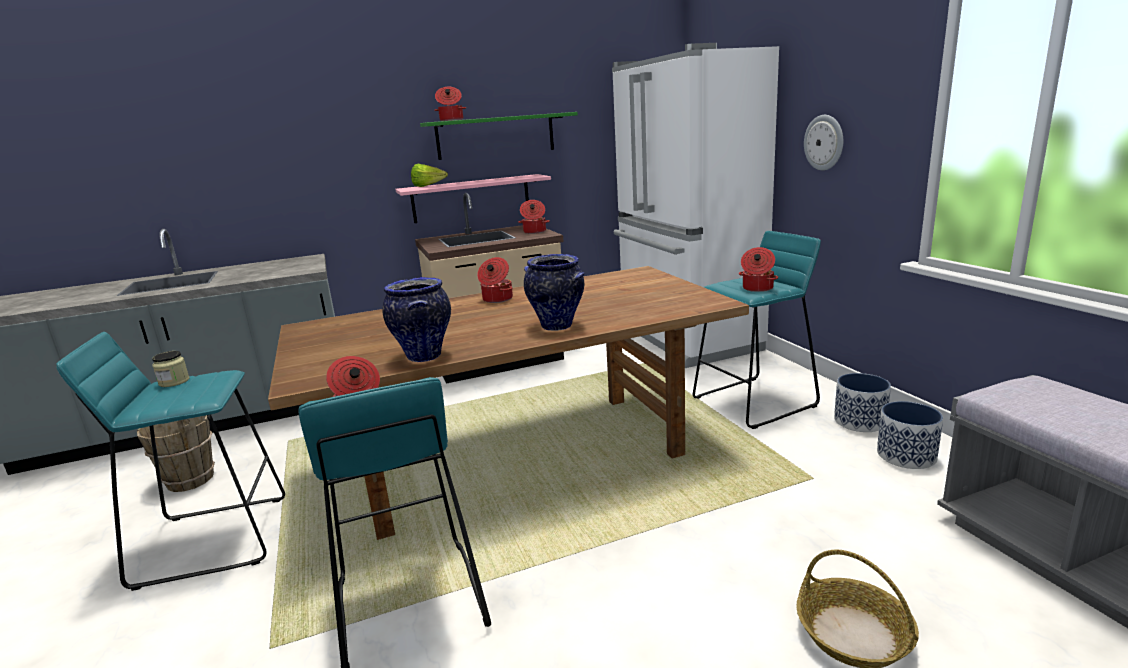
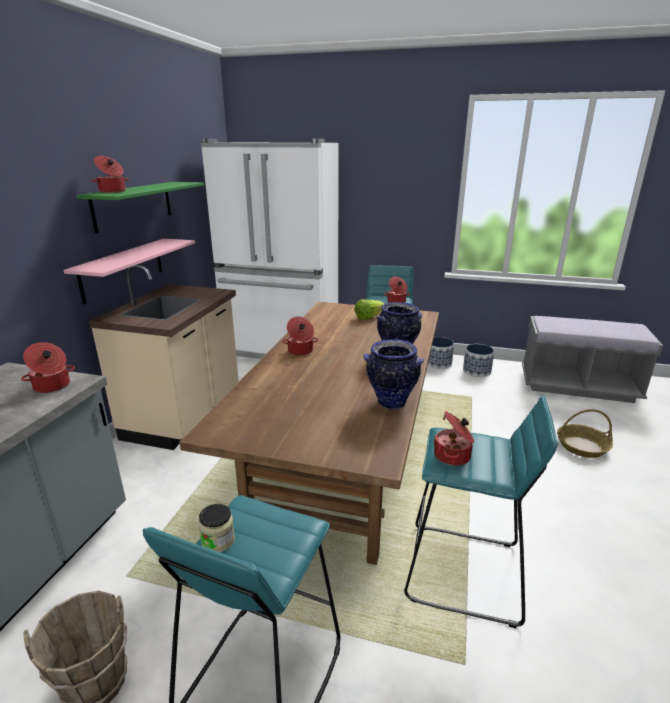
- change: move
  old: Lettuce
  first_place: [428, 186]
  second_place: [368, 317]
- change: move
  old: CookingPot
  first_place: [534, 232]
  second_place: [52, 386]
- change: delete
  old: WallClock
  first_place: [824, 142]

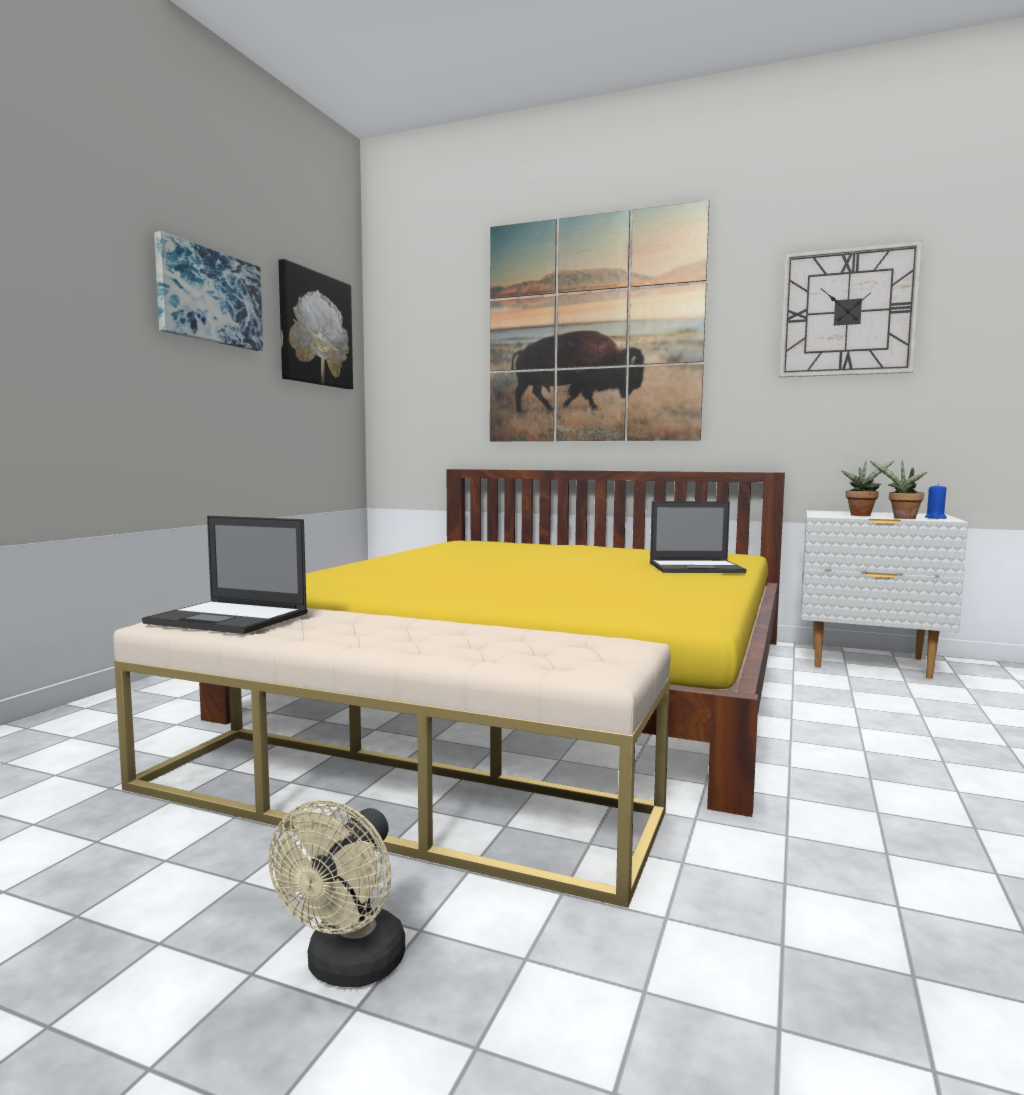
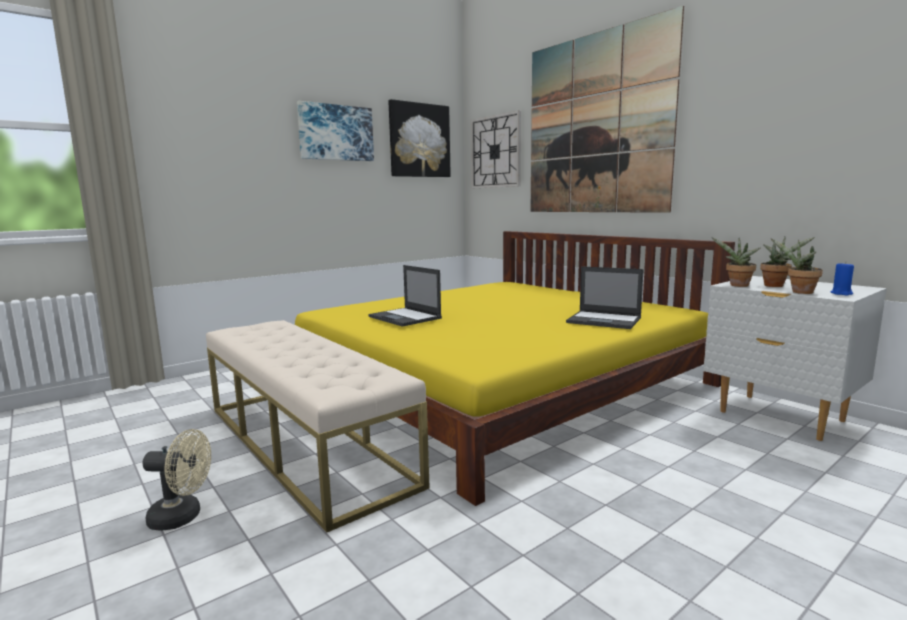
- change: move
  old: Laptop
  first_place: [230, 618]
  second_place: [405, 317]
- change: rotate
  old: BeigeFan
  first_place: [348, 968]
  second_place: [183, 517]
  degrees: -135
- change: move
  old: WallClock
  first_place: [847, 312]
  second_place: [495, 152]
- change: insert
  new: PottedPlant
  second_place: [737, 285]

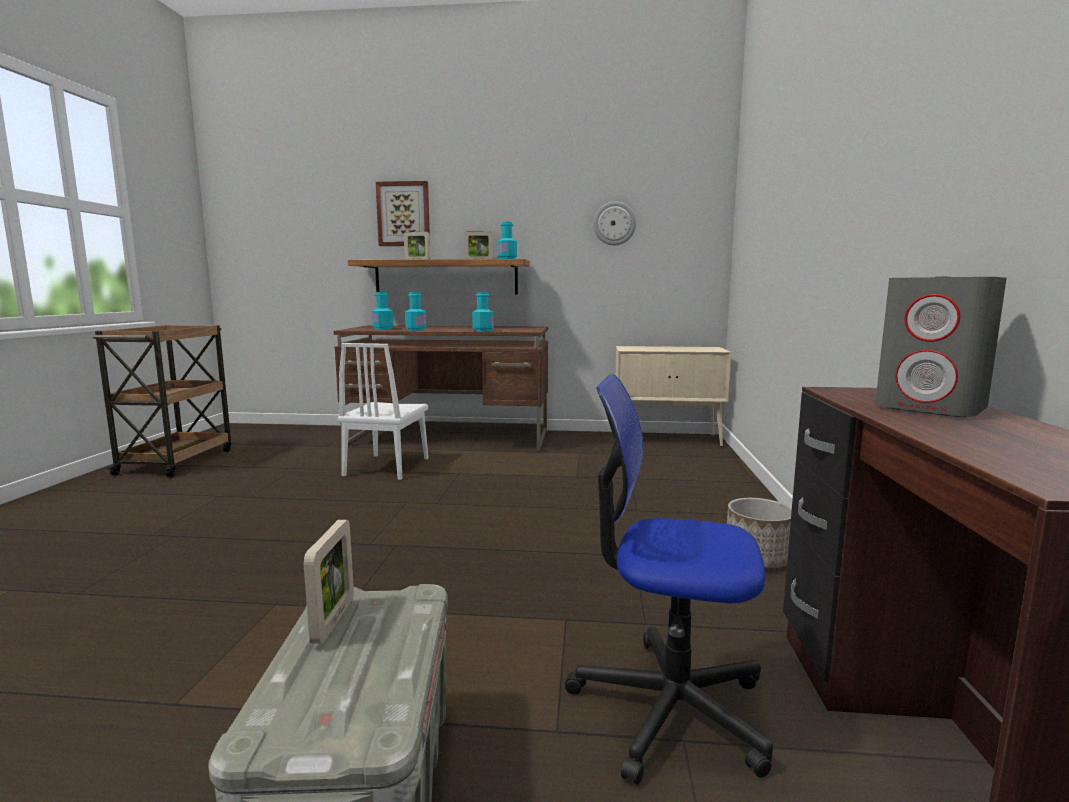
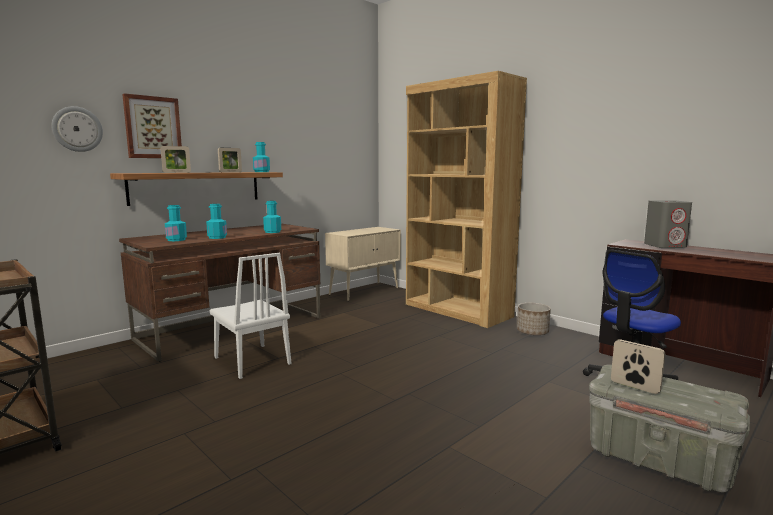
- change: move
  old: WallClock
  first_place: [614, 223]
  second_place: [77, 129]
- change: insert
  new: BrownBookcase
  second_place: [457, 310]

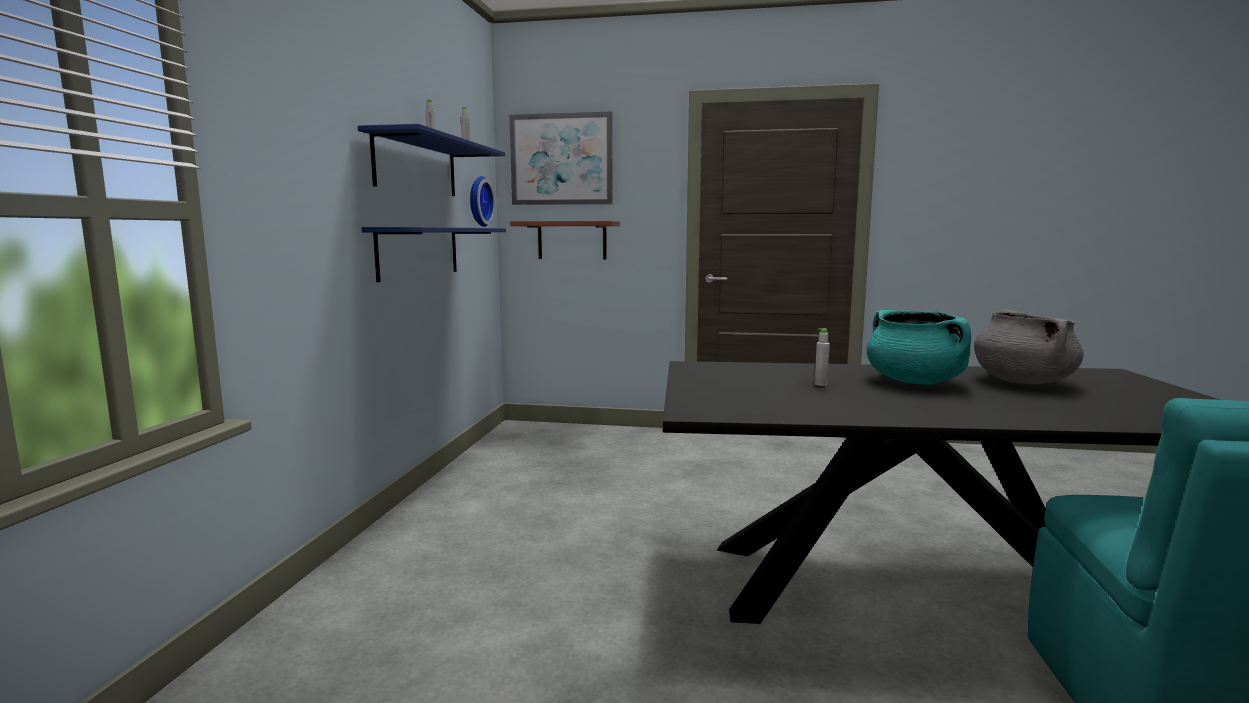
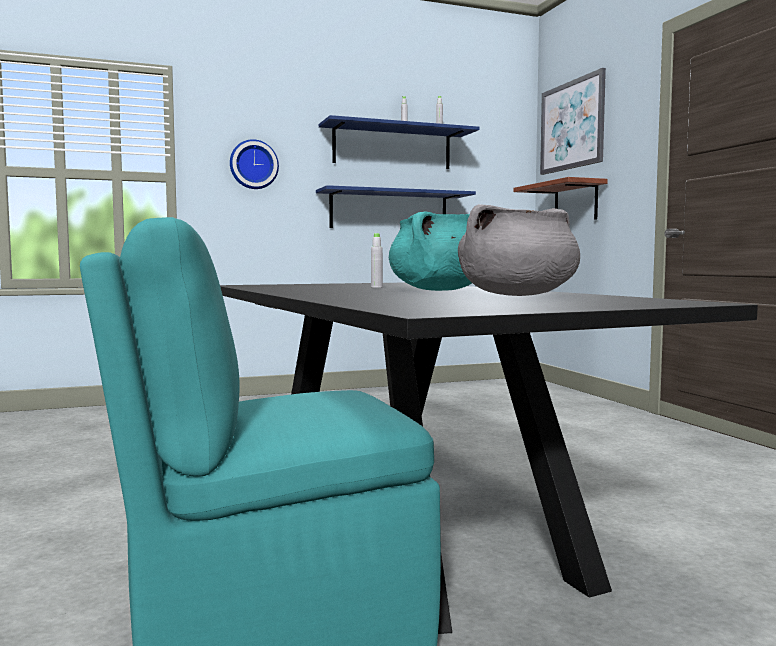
- change: move
  old: WallClock
  first_place: [478, 201]
  second_place: [253, 165]

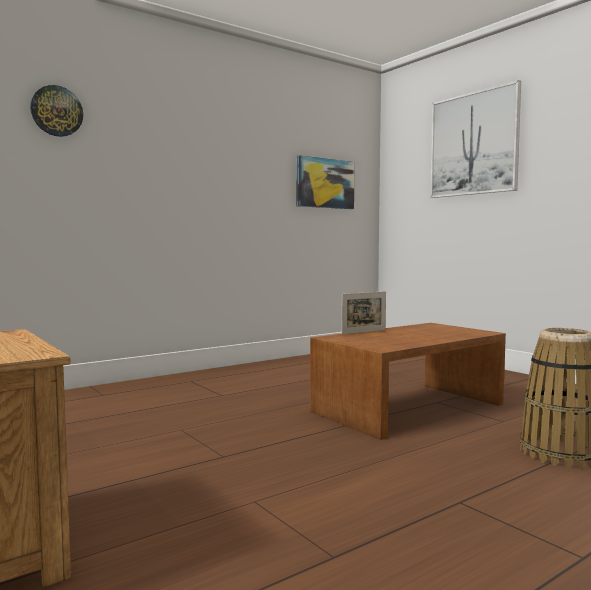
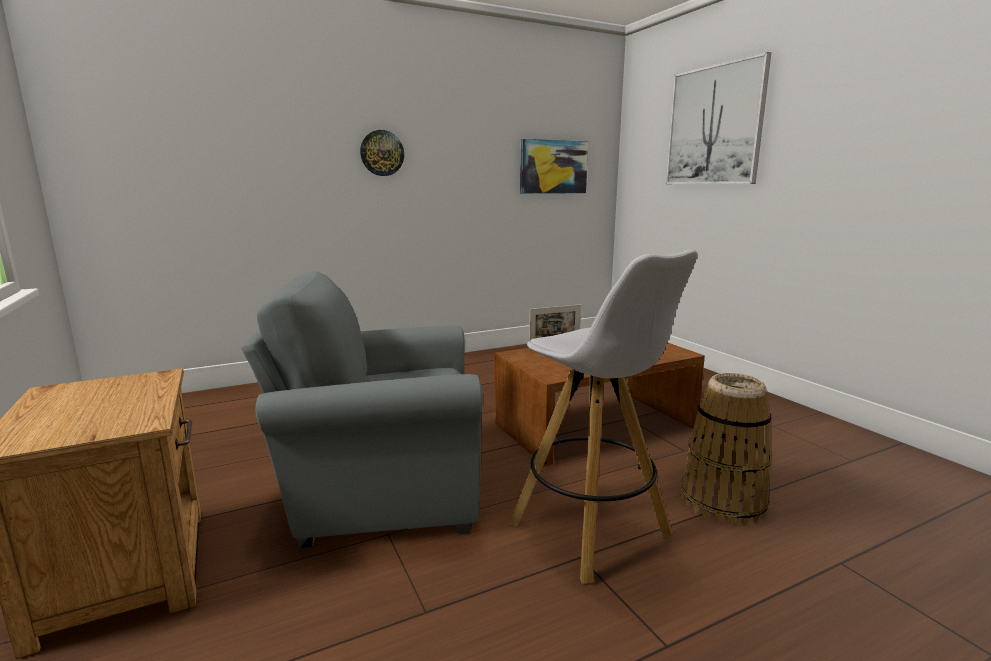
- change: move
  old: WallClock
  first_place: [57, 111]
  second_place: [382, 153]
- change: insert
  new: GreyArmchair
  second_place: [380, 489]
- change: insert
  new: WhiteStool
  second_place: [592, 531]

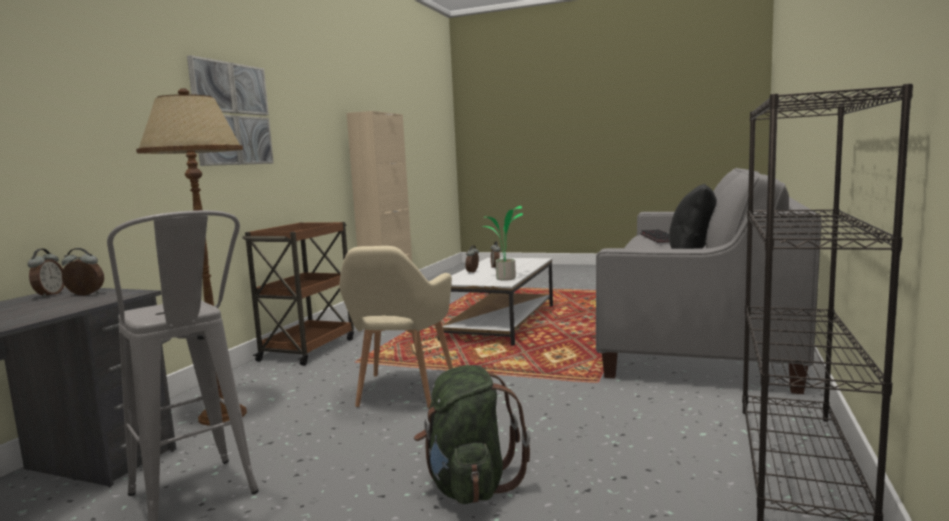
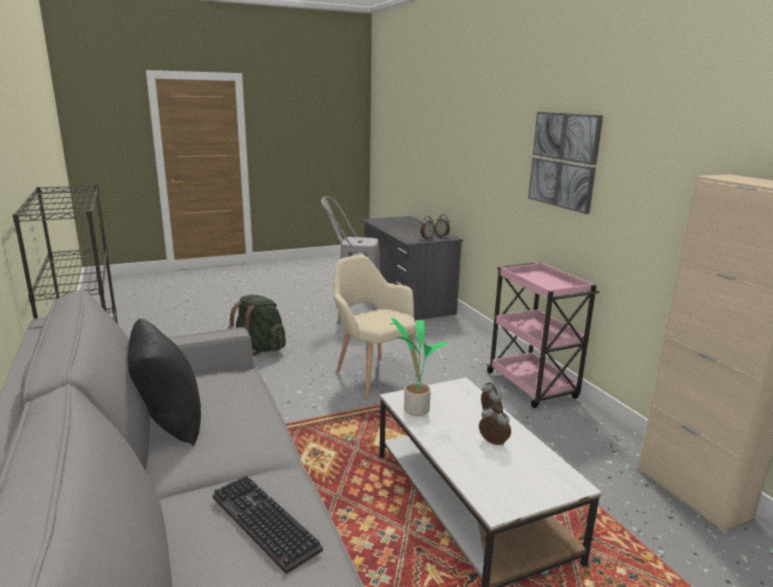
- change: delete
  old: BrownFloorLamp
  first_place: [223, 415]
- change: recolor
  old: BrownCart
  new: PinkCart
  first_place: [308, 349]
  second_place: [532, 386]

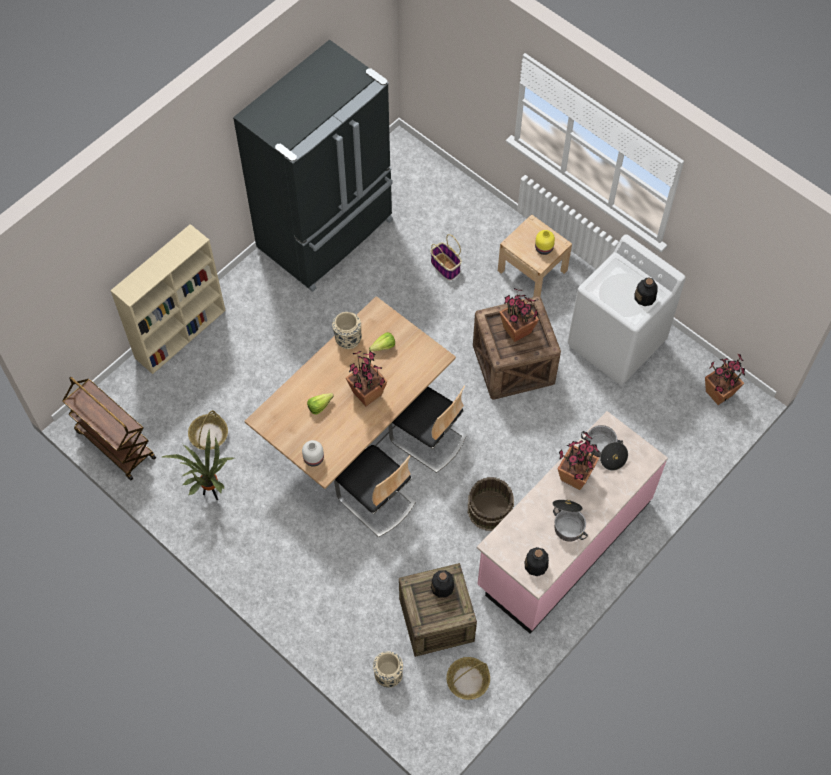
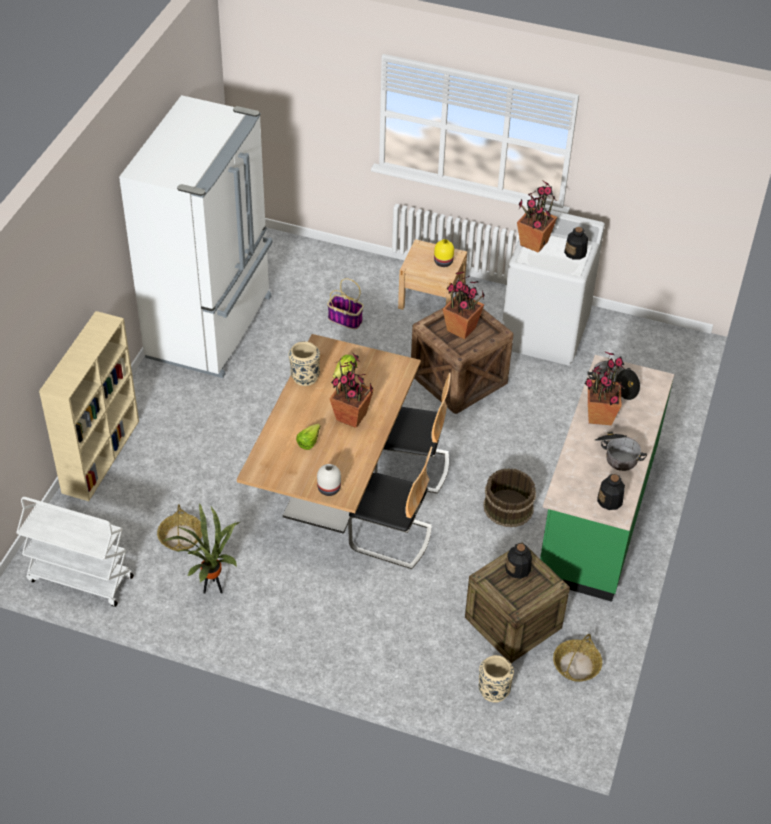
- change: recolor
  old: BrownCart
  new: WhiteCart
  first_place: [115, 444]
  second_place: [79, 579]
- change: recolor
  old: BlackFridge
  new: WhiteFridge
  first_place: [328, 235]
  second_place: [212, 327]
- change: recolor
  old: PinkCounter
  new: GreenCounter
  first_place: [563, 543]
  second_place: [596, 512]
- change: move
  old: PottedPlant
  first_place: [718, 393]
  second_place: [533, 243]

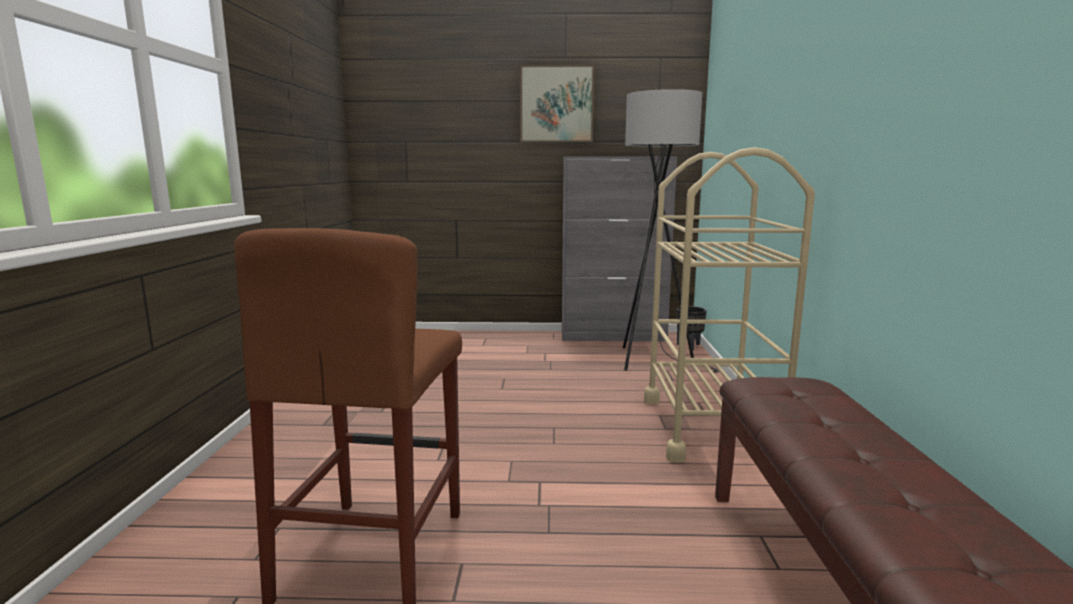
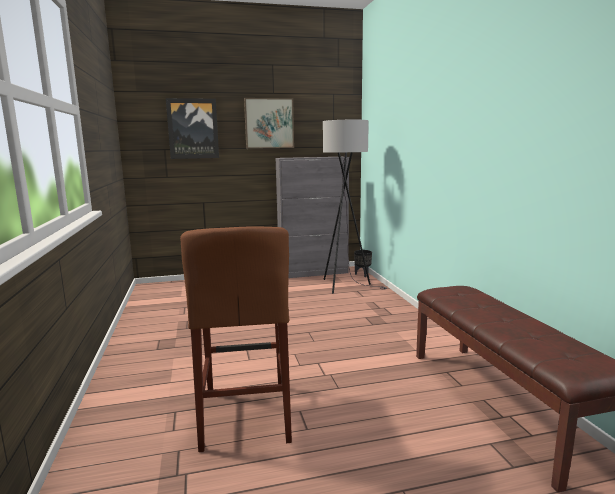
- change: delete
  old: BeigeCart
  first_place: [710, 427]
- change: insert
  new: Picture
  second_place: [193, 129]

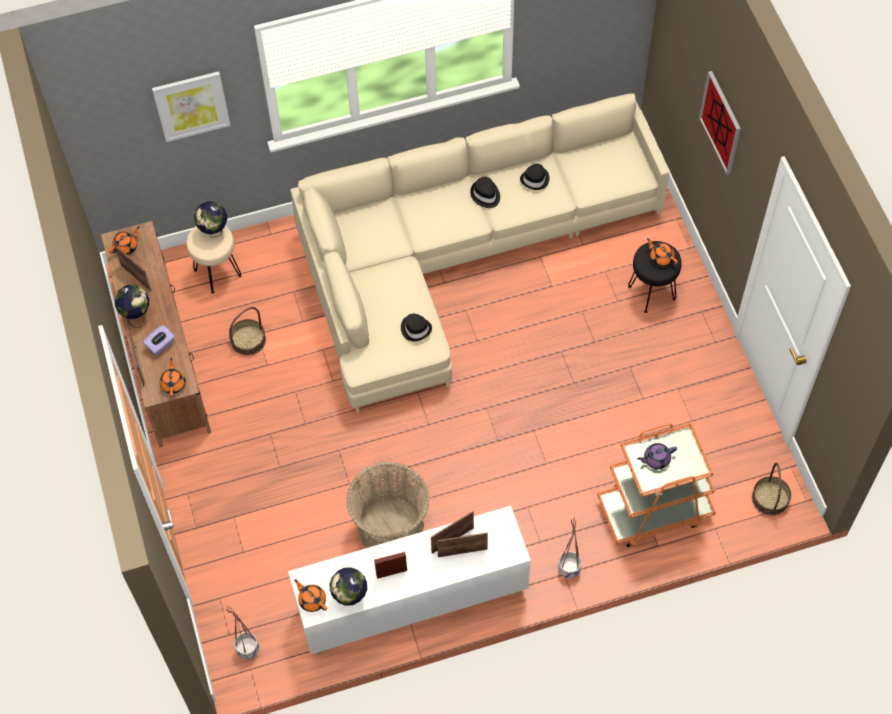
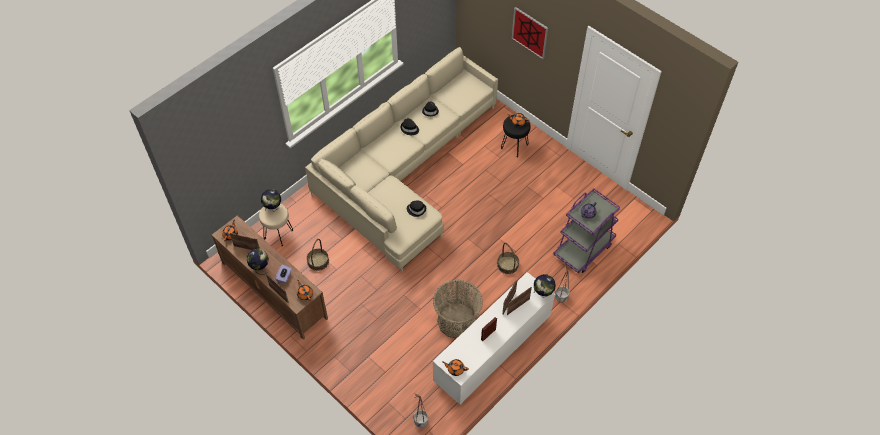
- change: delete
  old: Picture
  first_place: [191, 105]
- change: move
  old: Globe
  first_place: [350, 597]
  second_place: [543, 293]
- change: recolor
  old: OrangeCart
  new: PurpleCart
  first_place: [654, 510]
  second_place: [583, 249]
- change: move
  old: Basket
  first_place: [770, 498]
  second_place: [507, 265]

